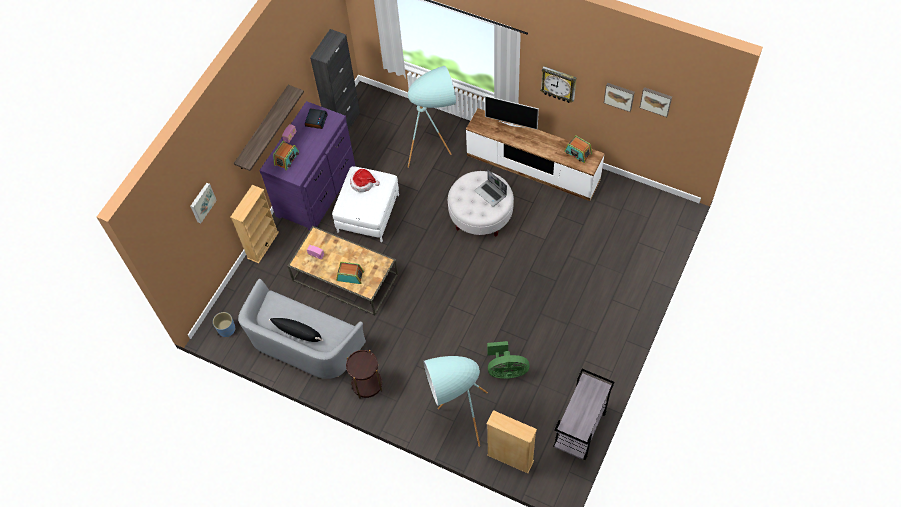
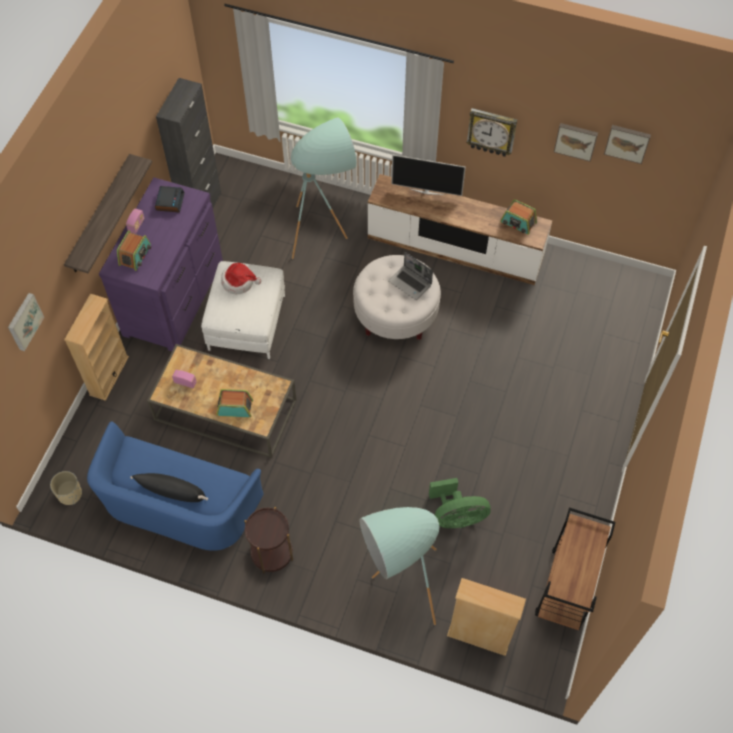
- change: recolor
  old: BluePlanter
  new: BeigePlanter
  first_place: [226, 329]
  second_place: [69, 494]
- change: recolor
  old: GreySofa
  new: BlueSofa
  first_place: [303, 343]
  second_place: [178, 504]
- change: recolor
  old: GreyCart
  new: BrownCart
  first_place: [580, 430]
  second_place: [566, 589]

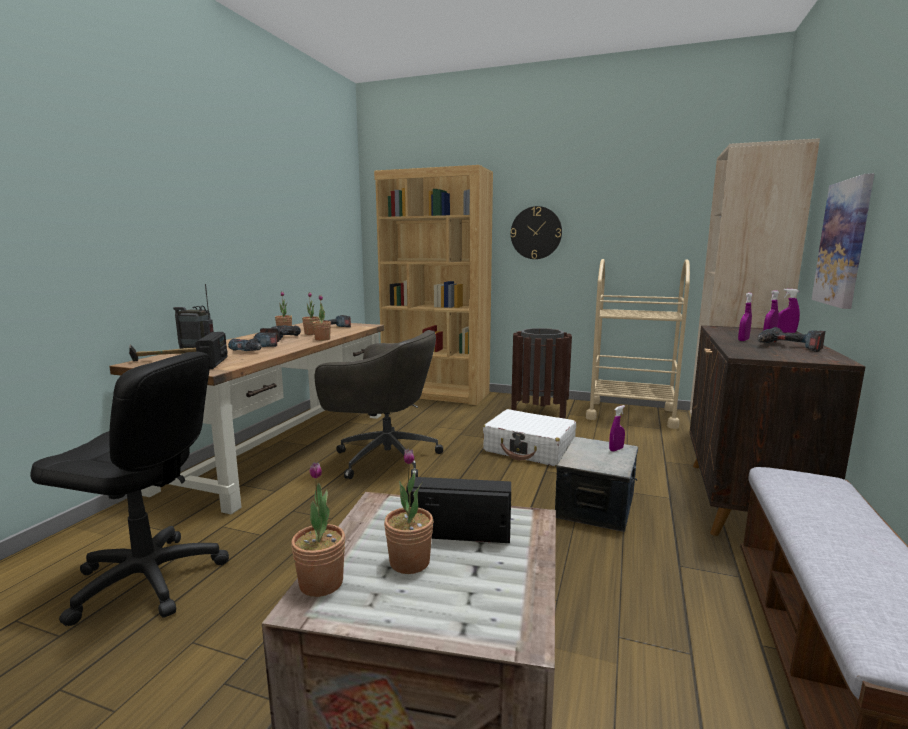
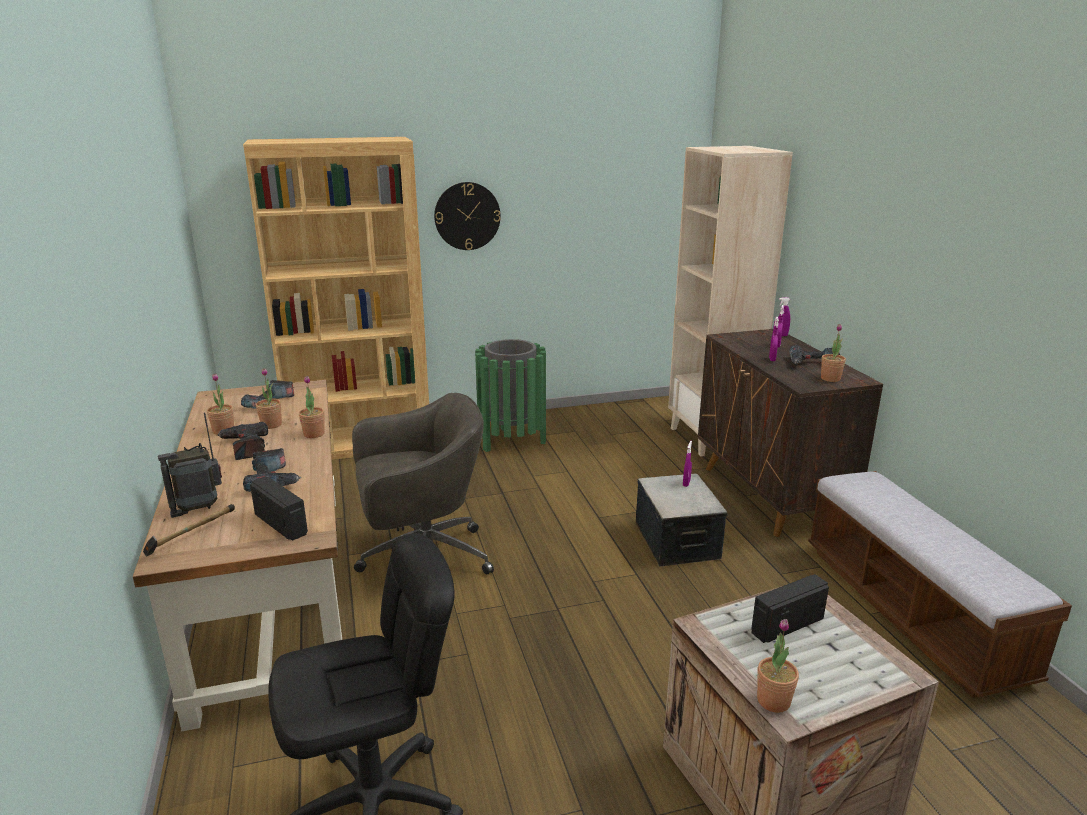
- change: move
  old: PottedPlant
  first_place: [409, 562]
  second_place: [830, 379]
- change: delete
  old: WhiteSuitcase
  first_place: [529, 449]
- change: recolor
  old: BrownTrashCan
  new: GreenTrashCan
  first_place: [539, 412]
  second_place: [512, 441]
- change: delete
  old: BeigeCart
  first_place: [631, 414]
- change: delete
  old: Picture
  first_place: [843, 243]

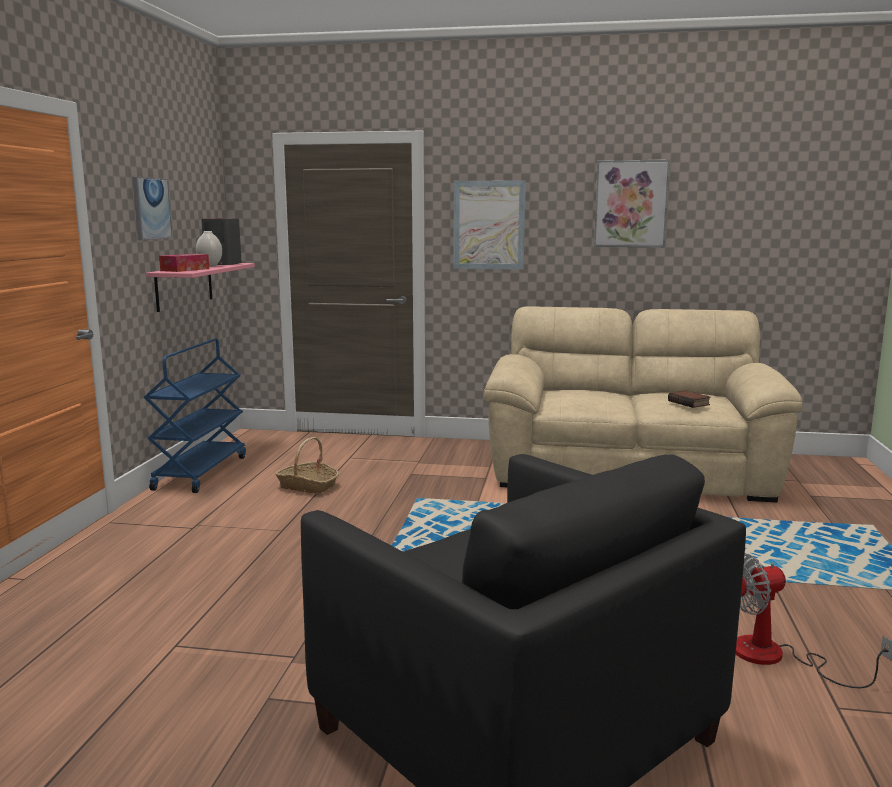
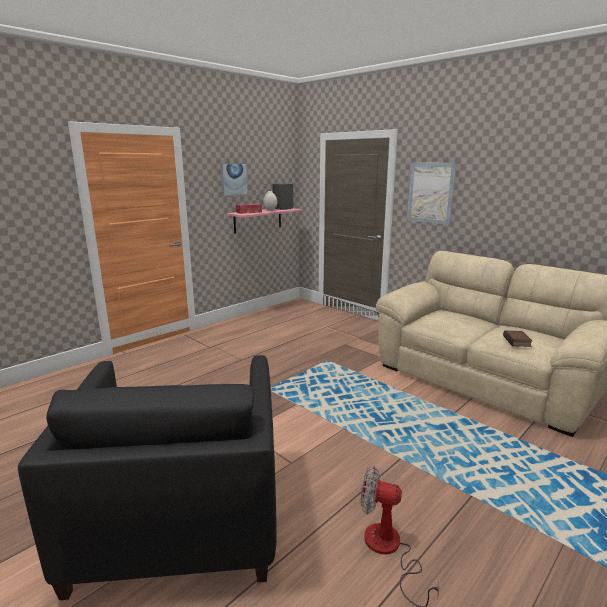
- change: delete
  old: BlueCart
  first_place: [200, 472]
- change: delete
  old: Basket
  first_place: [308, 486]
- change: delete
  old: Picture
  first_place: [630, 204]

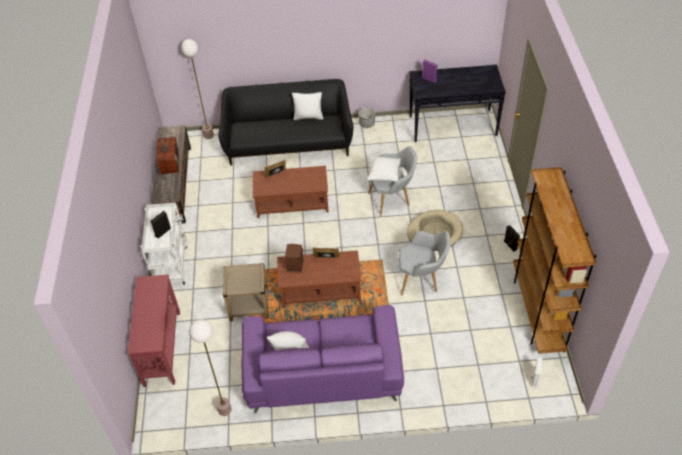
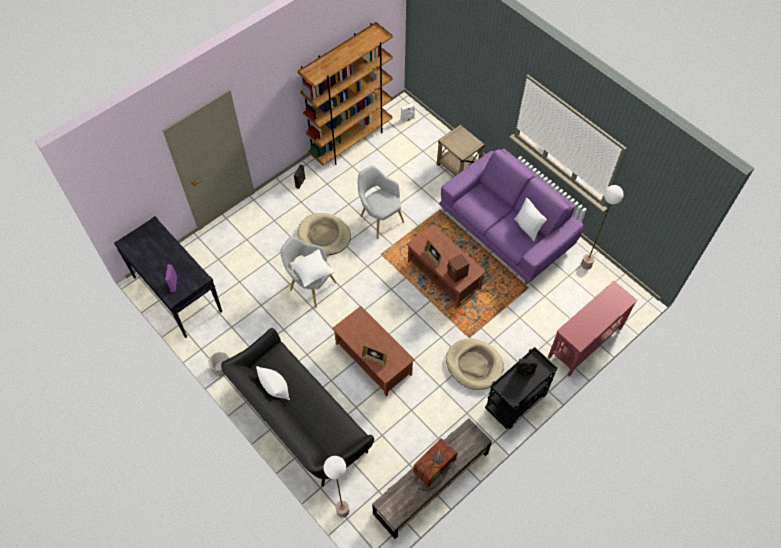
- change: recolor
  old: WhiteCart
  new: BlackCart
  first_place: [170, 264]
  second_place: [515, 403]
- change: move
  old: BeigeSideTable
  first_place: [249, 305]
  second_place: [459, 167]
- change: insert
  new: BeigeDogBed
  second_place: [474, 365]

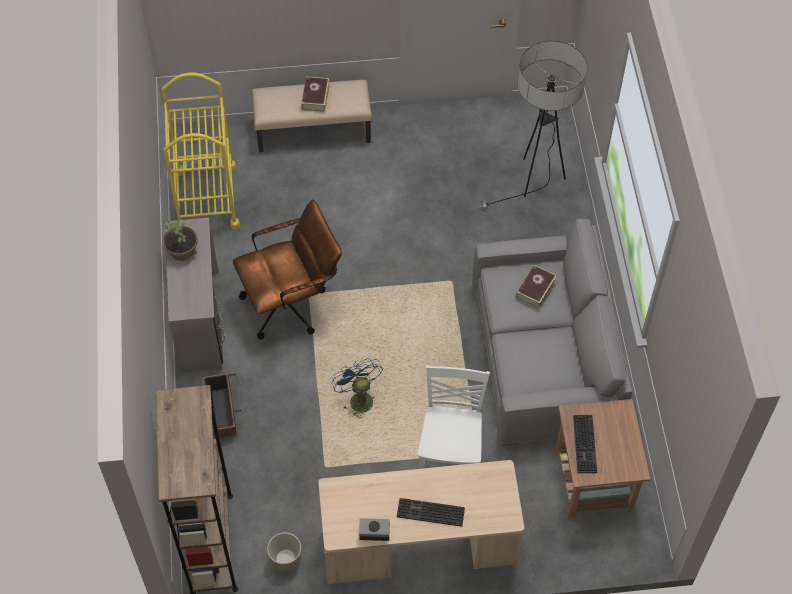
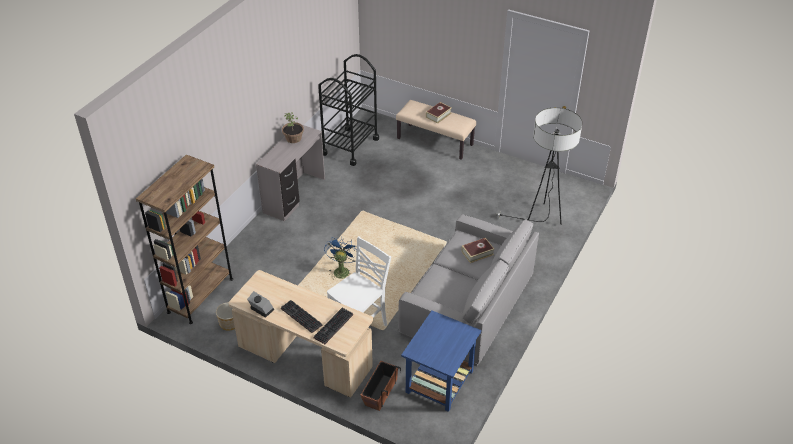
- change: recolor
  old: YellowCart
  new: BlackCart
  first_place: [206, 199]
  second_place: [350, 146]
- change: move
  old: Planter
  first_place: [222, 412]
  second_place: [380, 392]
- change: delete
  old: BrownOfficeChair
  first_place: [291, 303]
- change: recolor
  old: BrownSideTable
  new: BlueSideTable
  first_place: [594, 480]
  second_place: [439, 382]
- change: move
  old: Keyboard
  first_place: [586, 445]
  second_place: [334, 327]

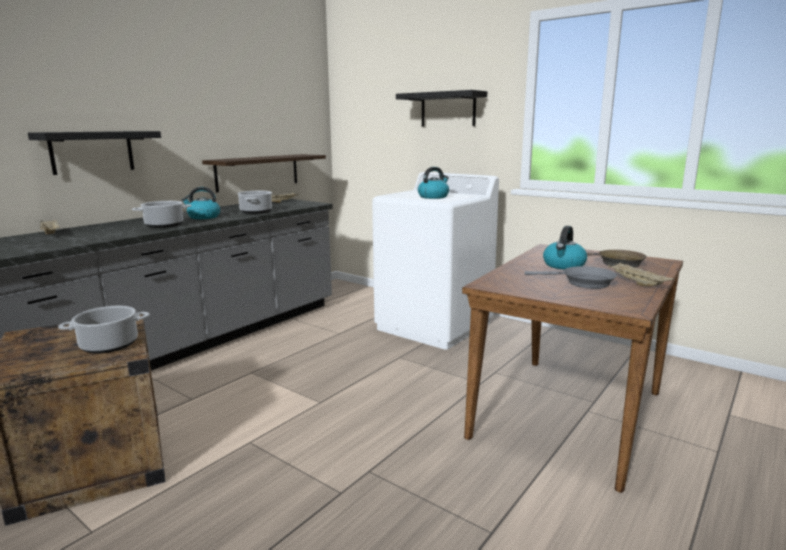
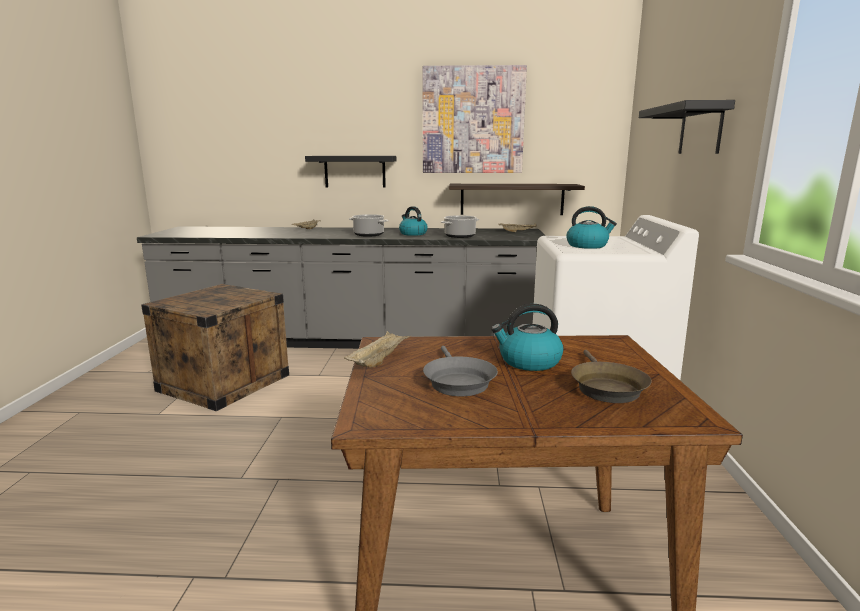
- change: delete
  old: CookingPot
  first_place: [108, 345]
- change: move
  old: BeigeTray
  first_place: [636, 283]
  second_place: [379, 361]
- change: insert
  new: Picture
  second_place: [473, 120]

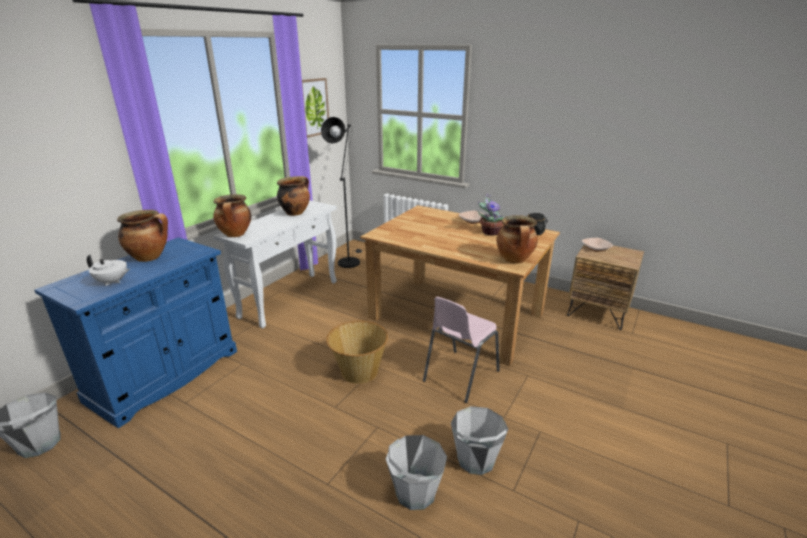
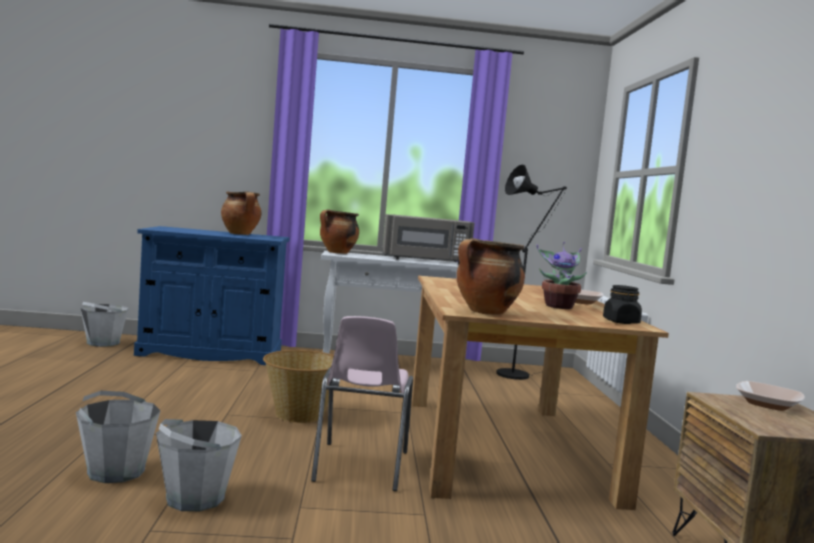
- change: delete
  old: WhiteTeapot
  first_place: [112, 282]
- change: replace
  old: CookingPot
  new: GreyMicrowave
  first_place: [295, 212]
  second_place: [426, 261]
- change: delete
  old: Picture
  first_place: [313, 107]
- change: rotate
  old: PinkChair
  first_place: [459, 376]
  second_place: [359, 466]
  degrees: -90

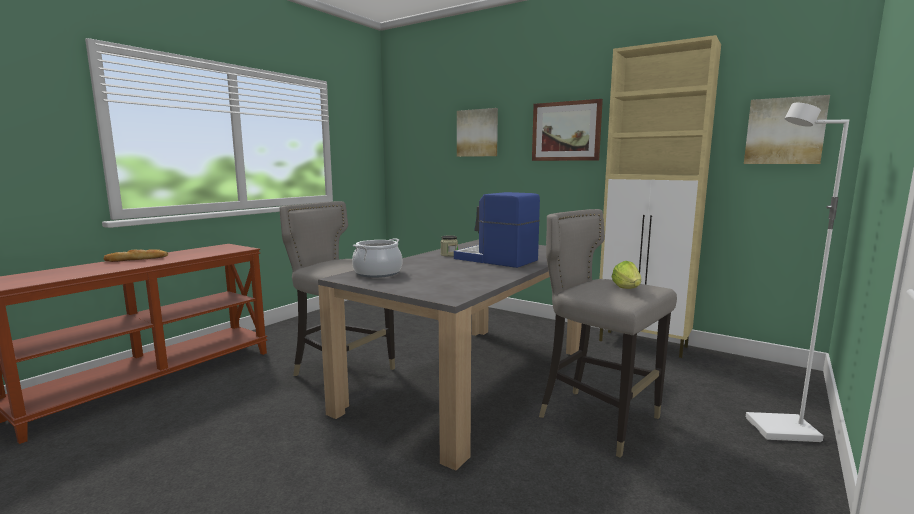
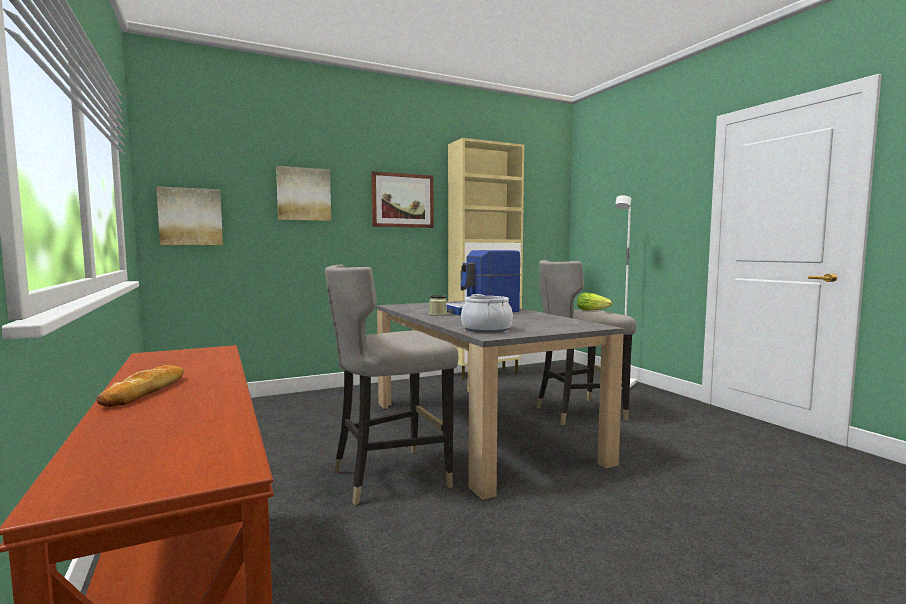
- change: move
  old: Picture
  first_place: [784, 131]
  second_place: [190, 216]

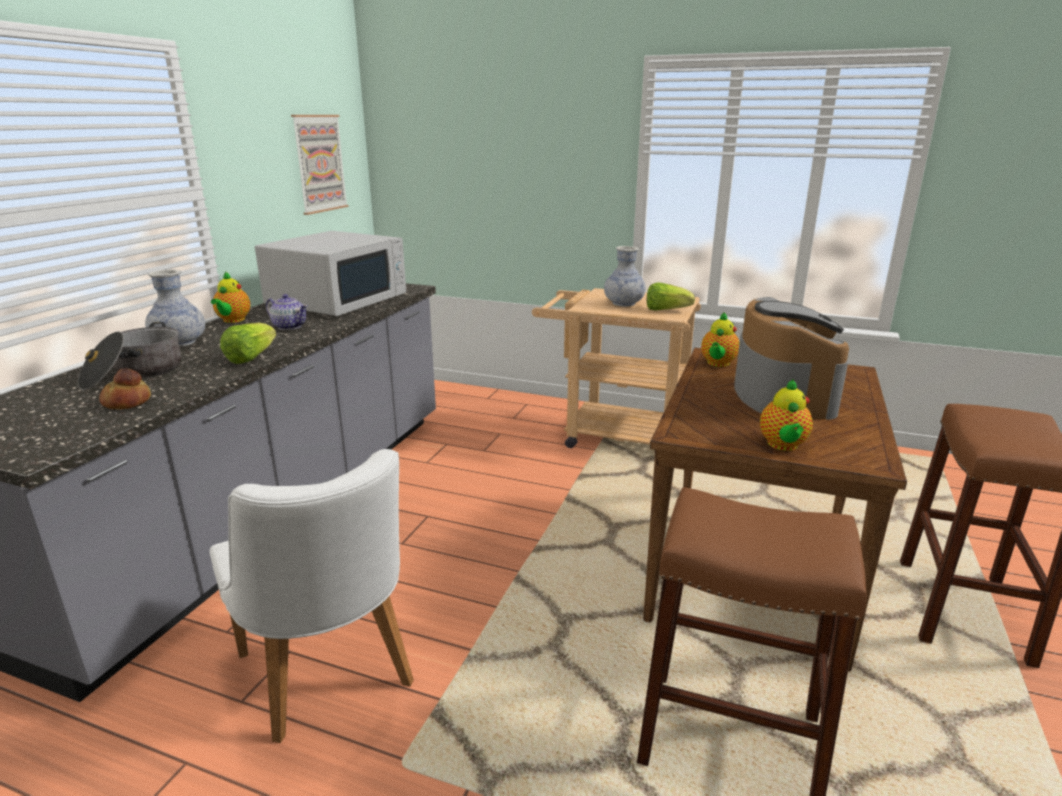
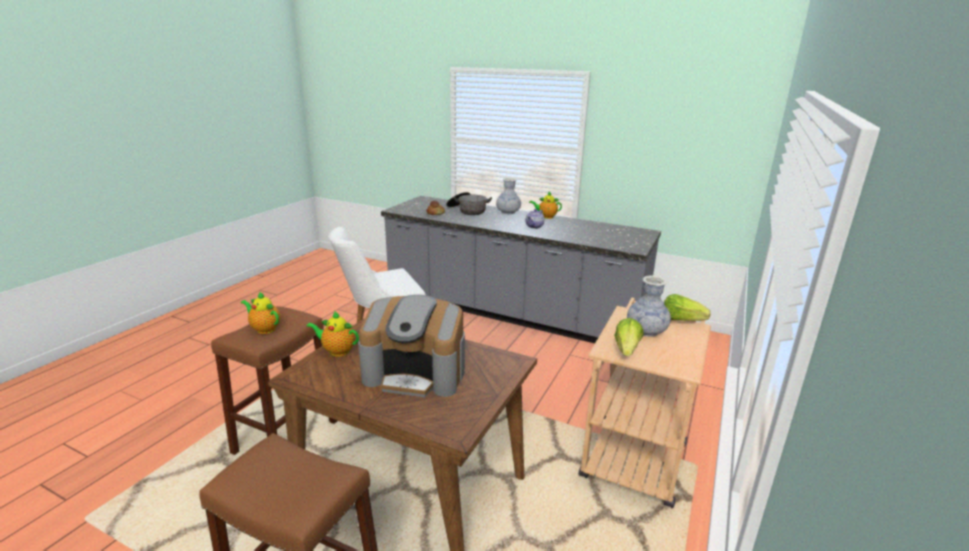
- change: move
  old: Lettuce
  first_place: [251, 357]
  second_place: [681, 320]
- change: delete
  old: WhiteMicrowave
  first_place: [338, 300]
- change: delete
  old: Picture
  first_place: [319, 163]
- change: move
  old: Teapot
  first_place: [717, 364]
  second_place: [264, 329]

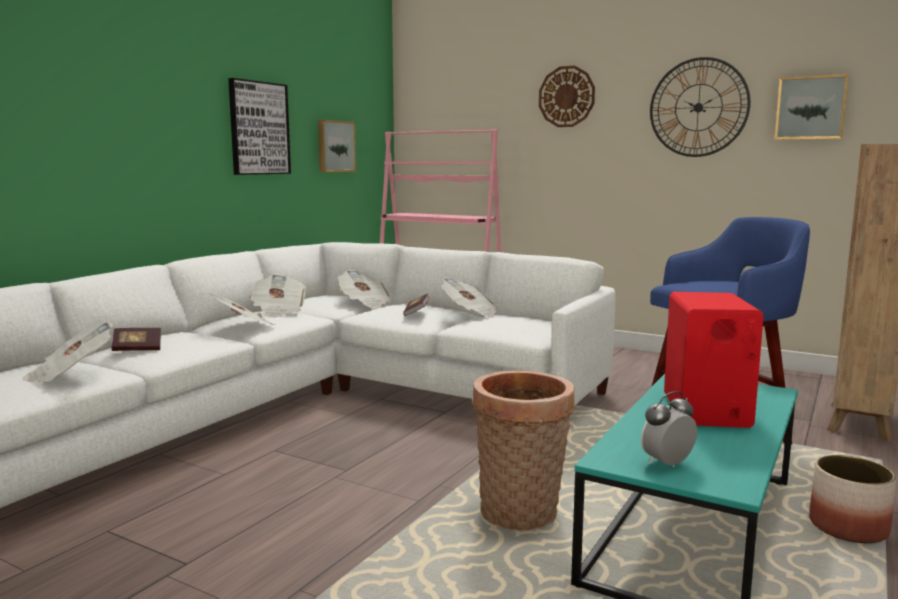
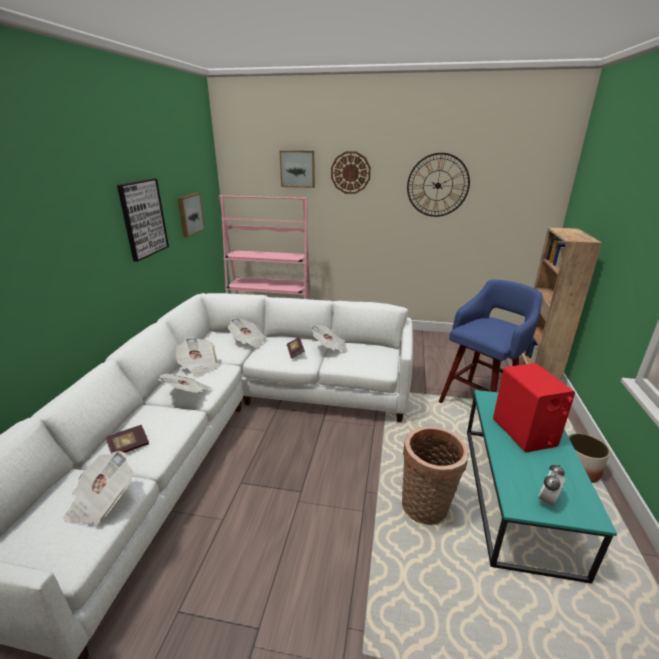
- change: move
  old: Picture
  first_place: [811, 108]
  second_place: [297, 169]

